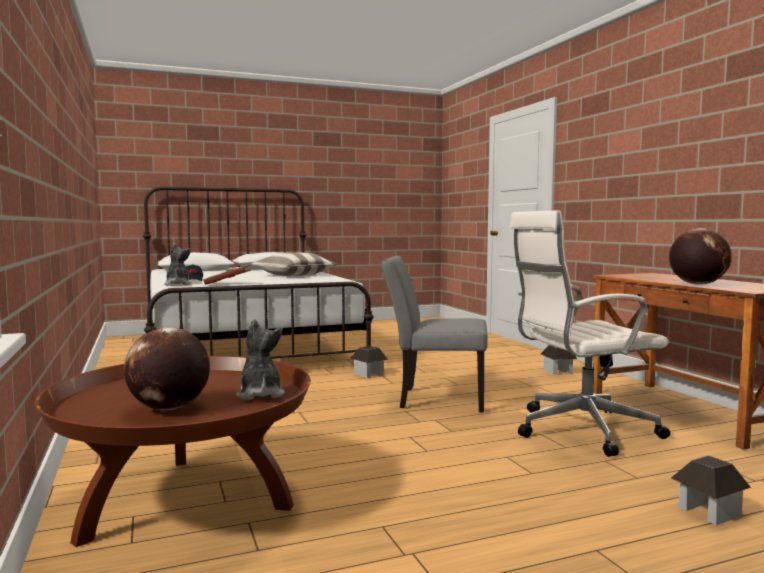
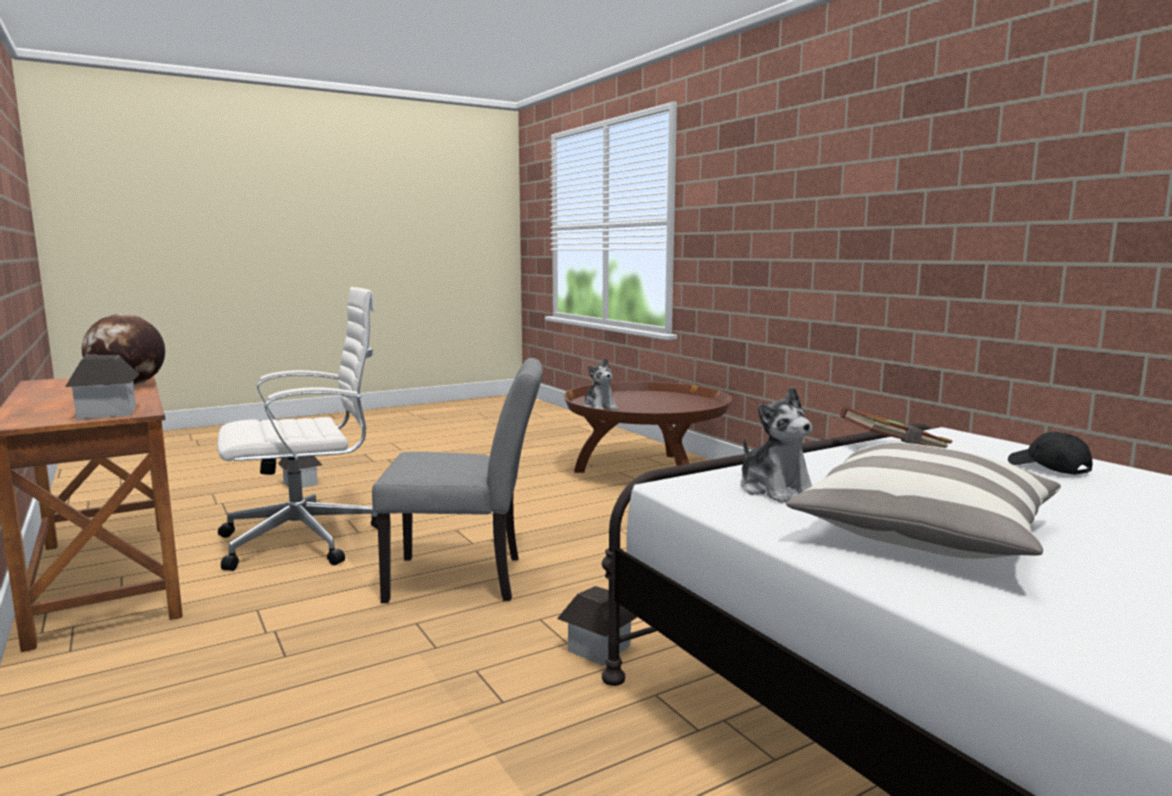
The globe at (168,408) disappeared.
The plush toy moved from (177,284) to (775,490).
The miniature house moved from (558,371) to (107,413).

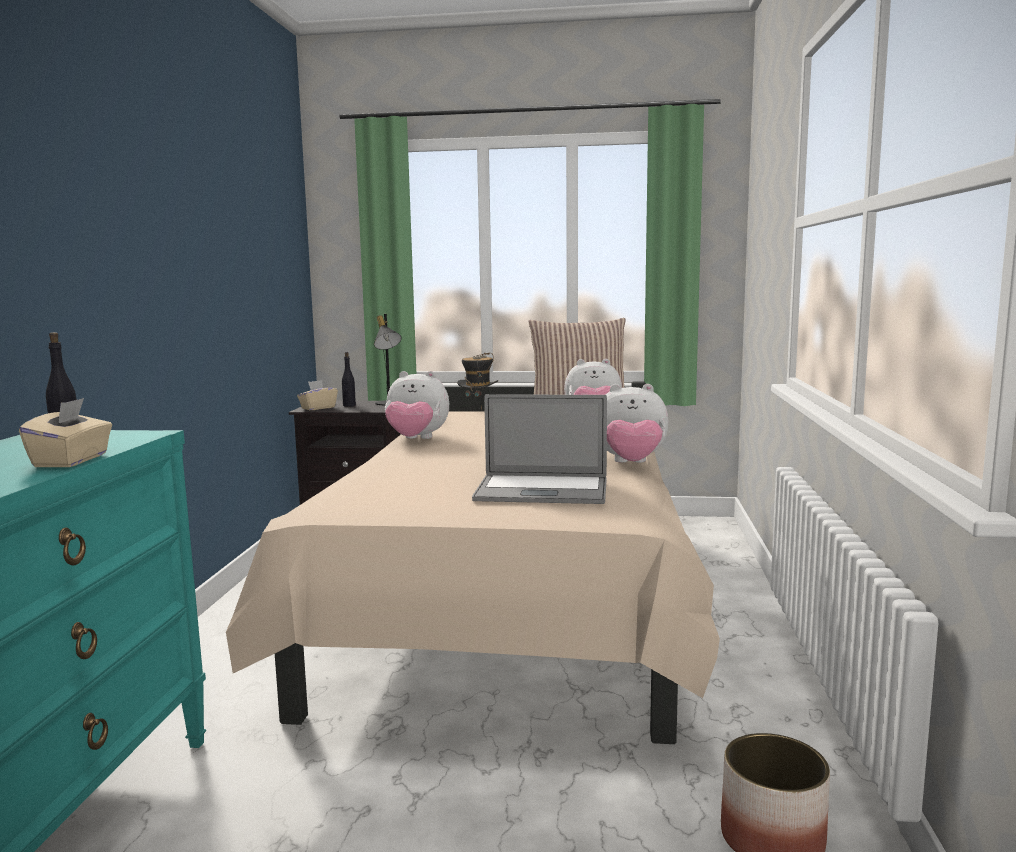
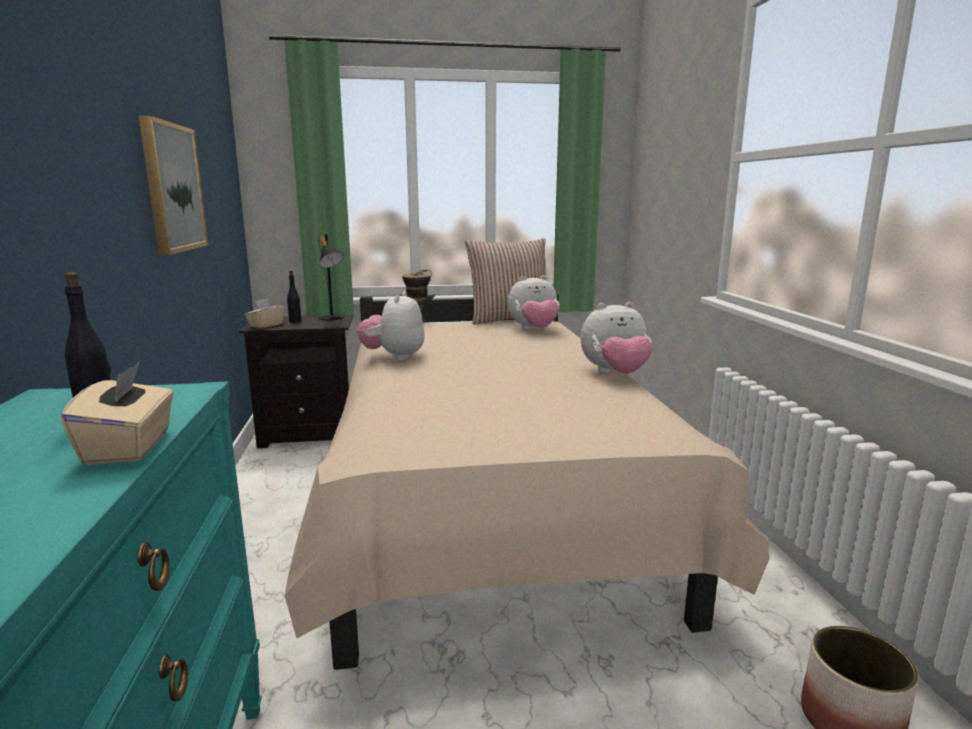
The plush toy at (416,439) turned 105 degrees clockwise.
The portable computer at (542,490) disappeared.
The wall art at (172,188) appeared.

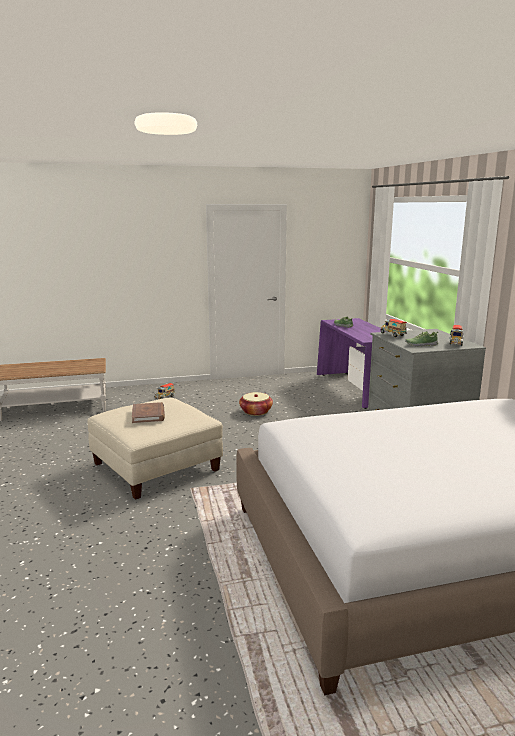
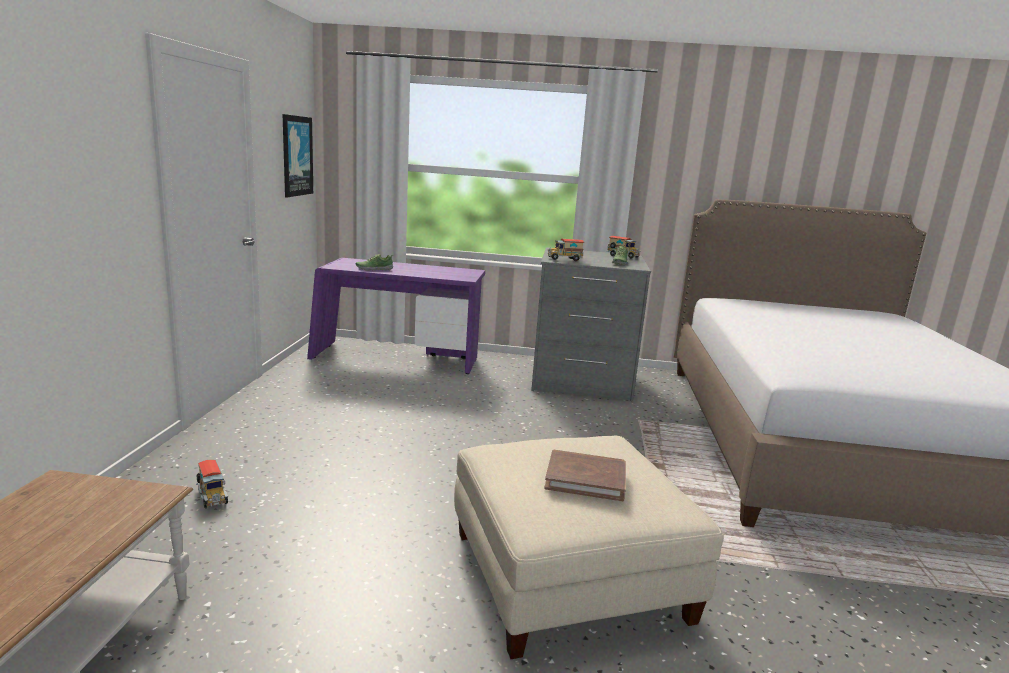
The household basket at (255,412) disappeared.
The wall art at (296,156) appeared.

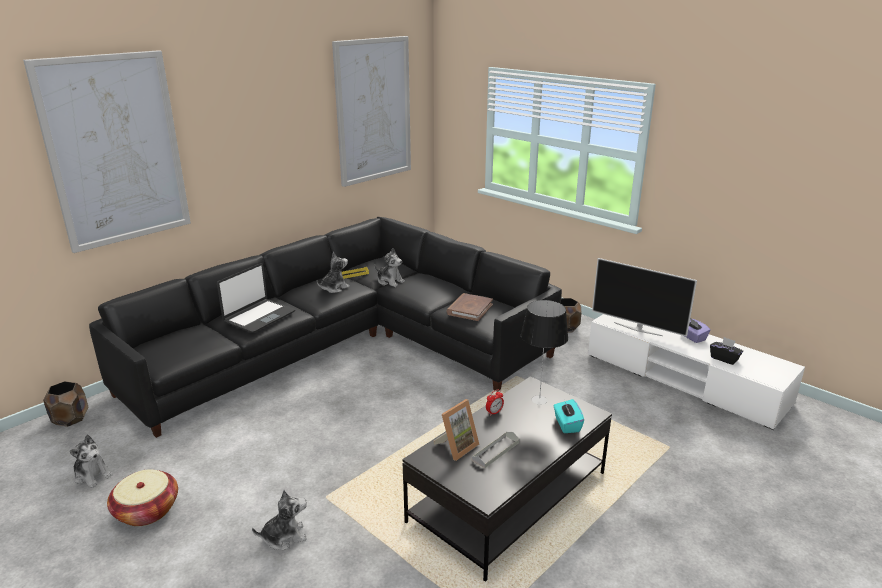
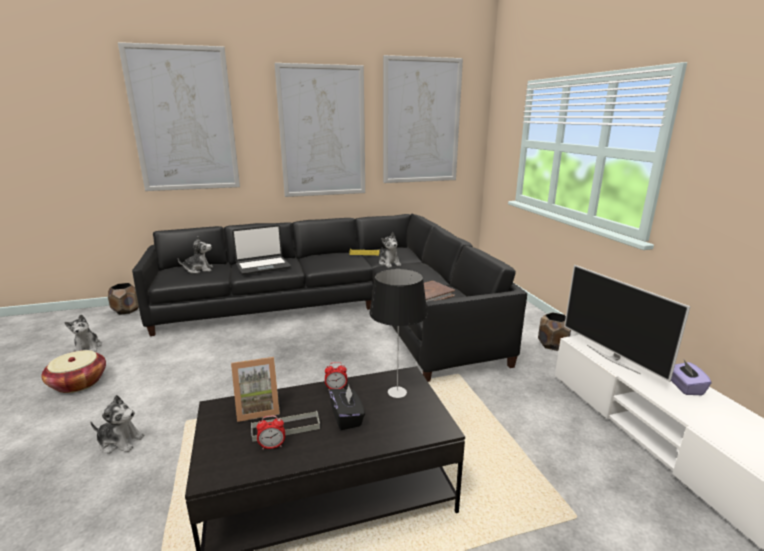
The plush toy moved from (334,288) to (199,270).
The blue-green box of tissues at (567,425) disappeared.
The black box of tissues moved from (724,358) to (347,418).
The bedside clock at (272,446) appeared.
The wall art at (322,132) appeared.

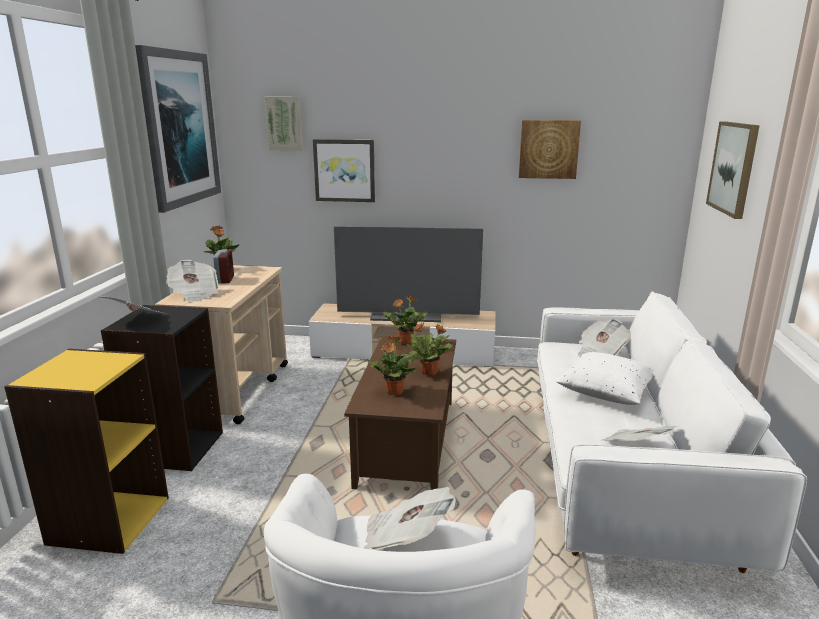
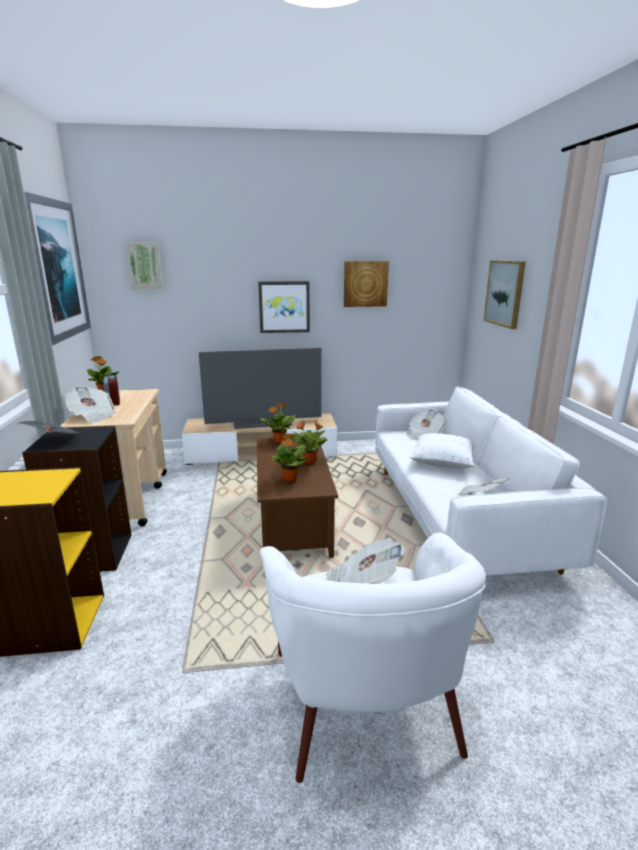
The wall art moved from (344,170) to (284,307).

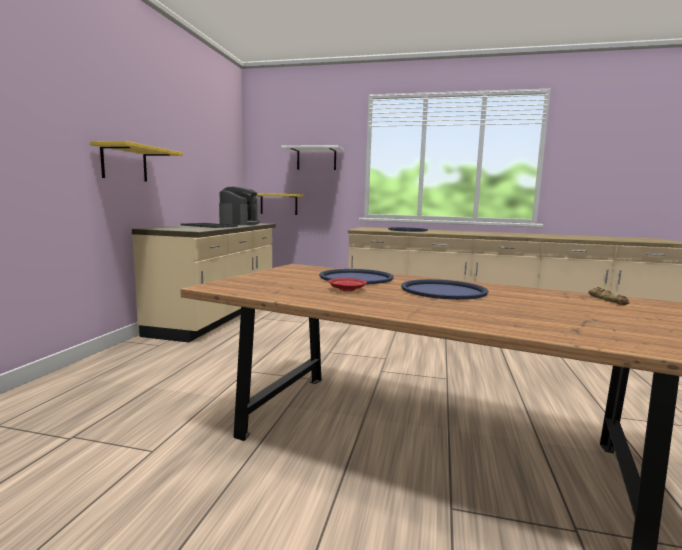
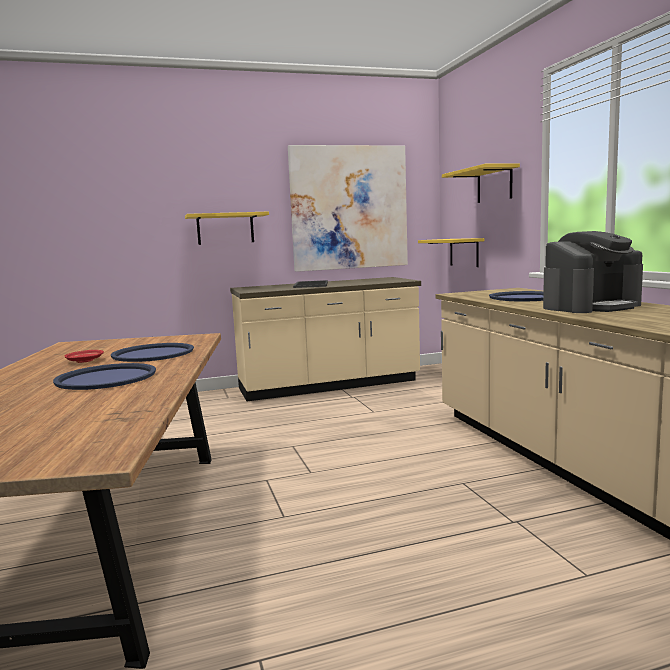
The coffee machine moved from (239,223) to (591,306).
The white-coloured bracket shelf at (316,159) became the yellow bracket shelf at (494,184).
The bakery bread at (607,300) disappeared.
The wall art at (348,208) appeared.

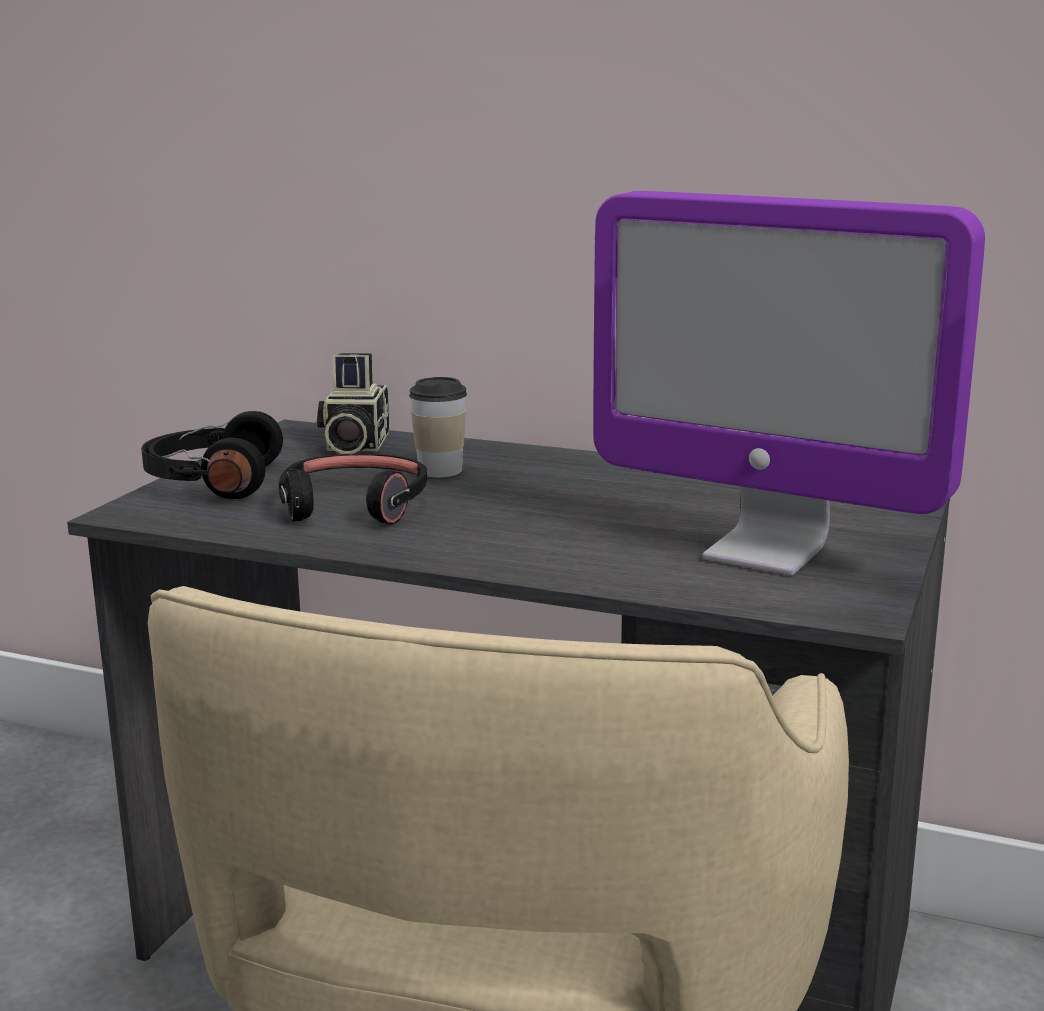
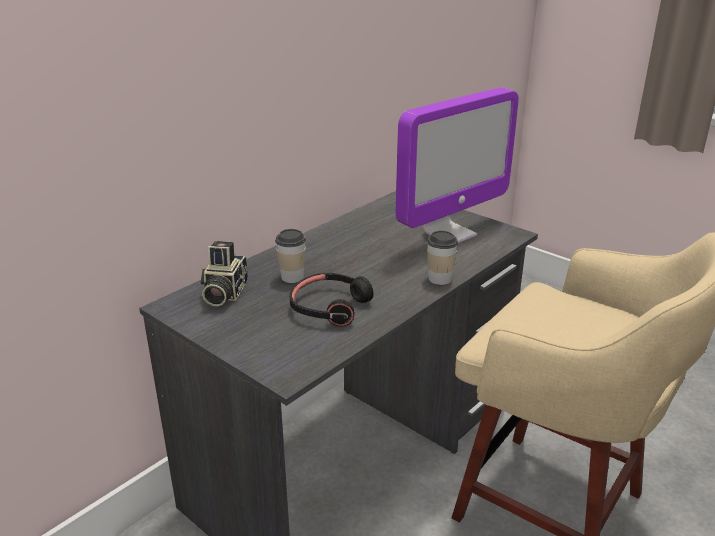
The black headphones at (211,481) disappeared.
The photo camera at (353,446) turned 75 degrees clockwise.
The small cup at (440,279) appeared.

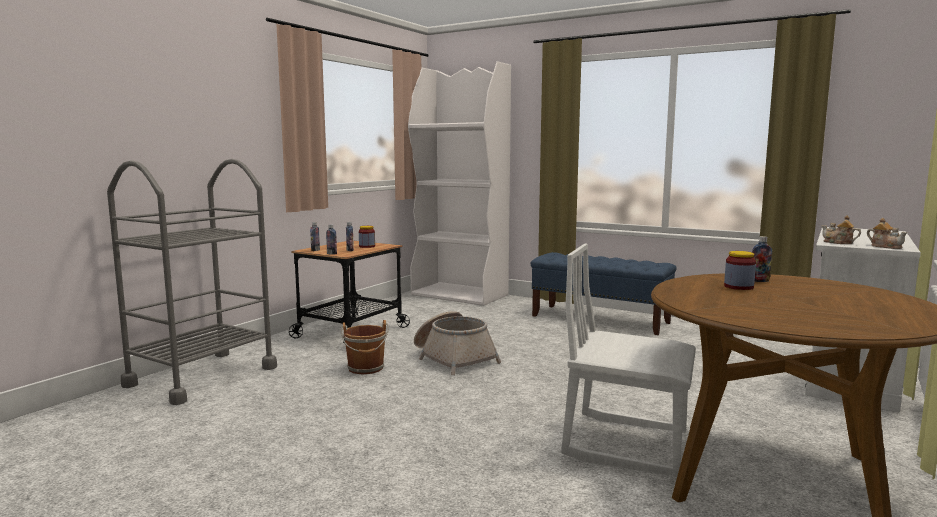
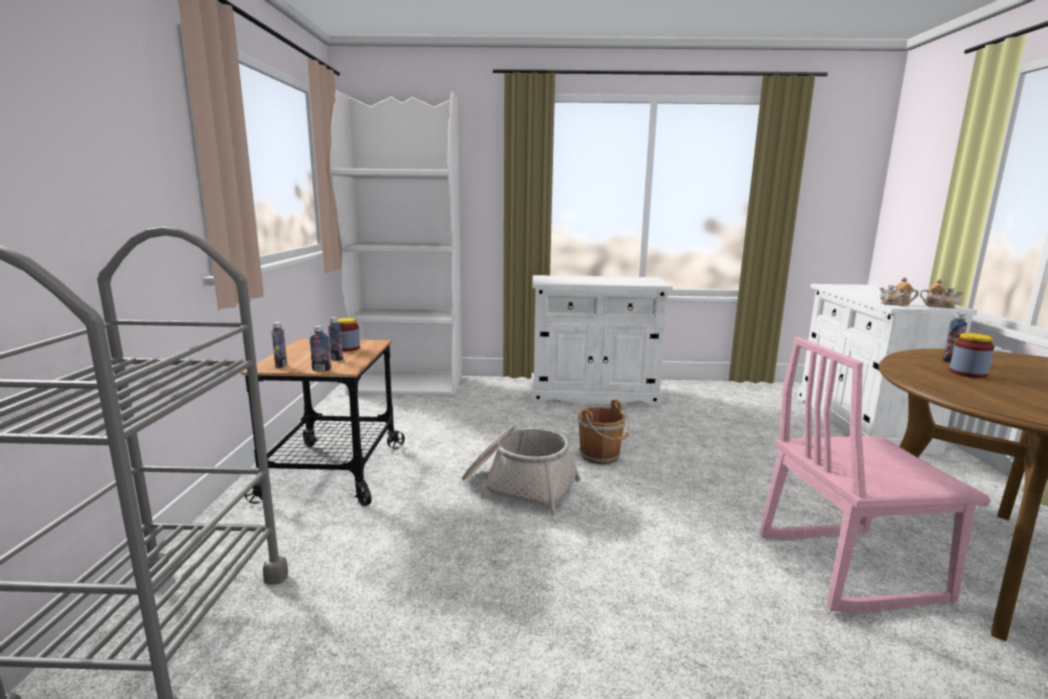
The brownish water bucket moved from (366,369) to (601,456).
The bluish long seat at (600,319) was replaced by the white-coloured storage cabinet at (593,394).
The white-coloured chair at (626,443) became the pink-coloured chair at (848,566).

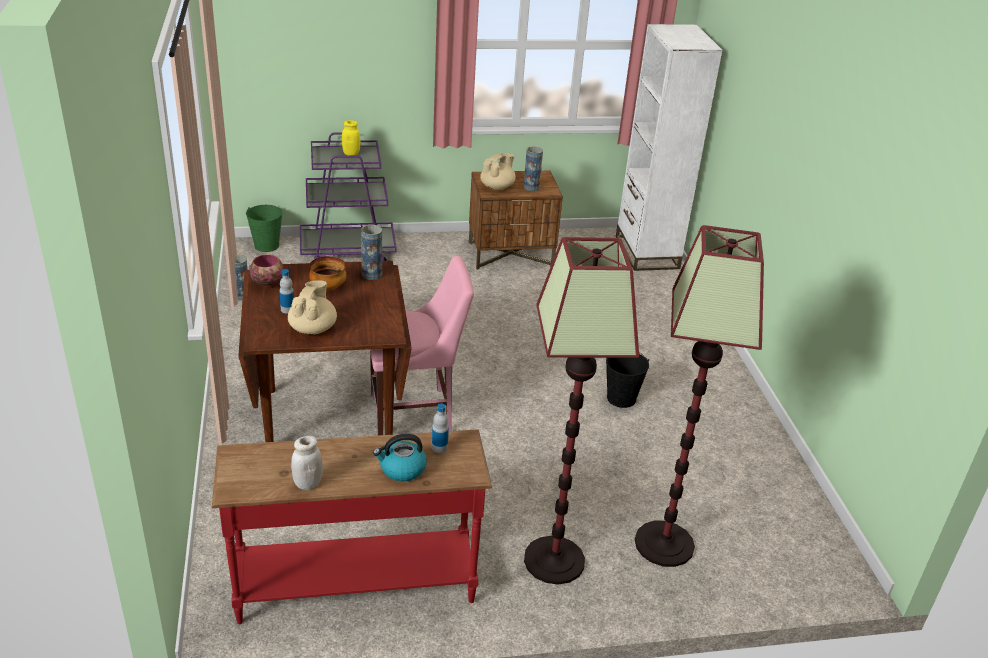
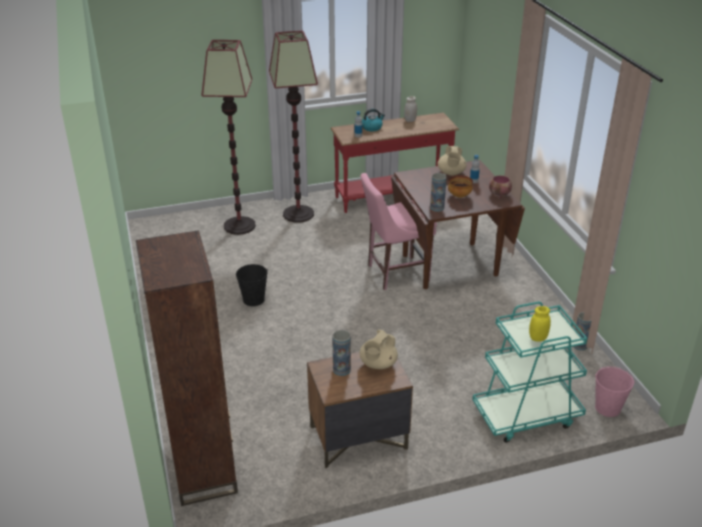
The greenish water bucket at (266,245) became the pink-coloured water bucket at (608,408).
The purple-coloured trolley at (348,250) became the blue-green trolley at (526,415).
The white-coloured shelving unit at (646,252) became the brownish shelving unit at (204,469).

